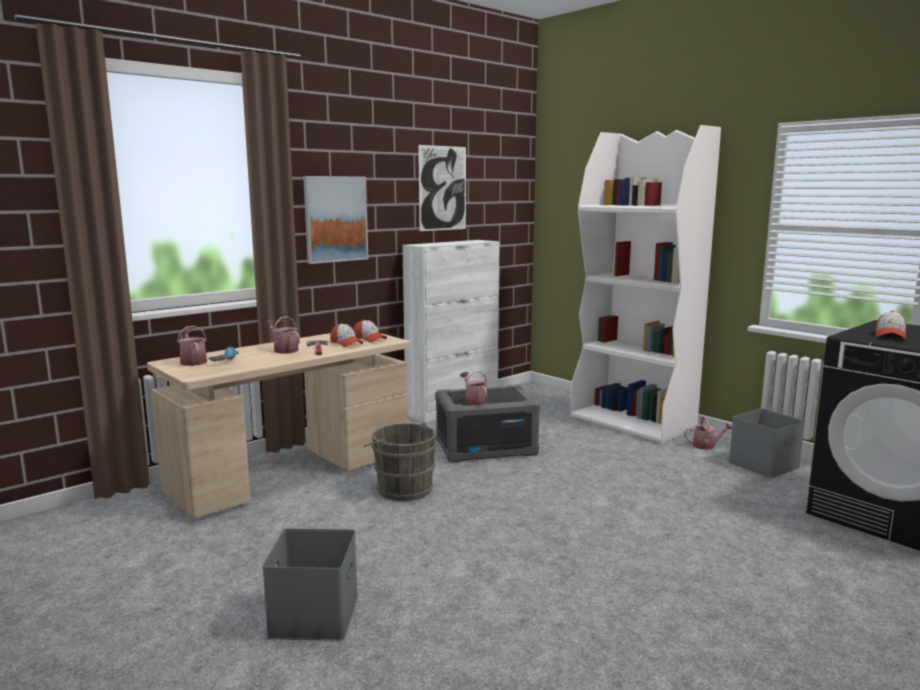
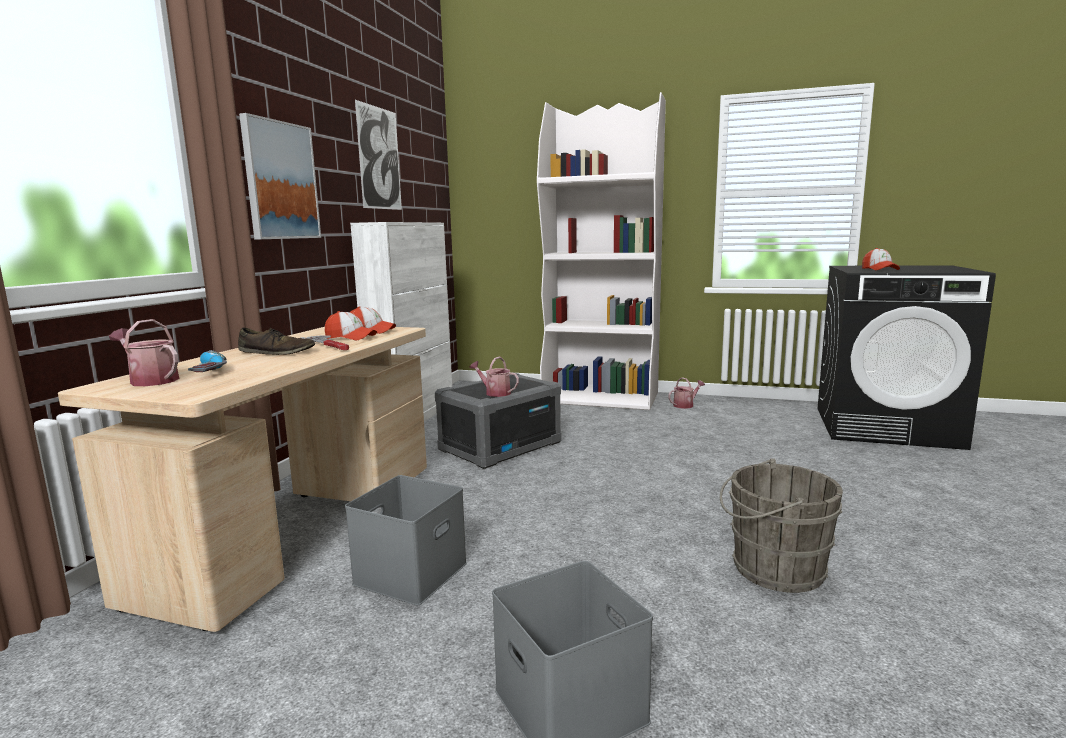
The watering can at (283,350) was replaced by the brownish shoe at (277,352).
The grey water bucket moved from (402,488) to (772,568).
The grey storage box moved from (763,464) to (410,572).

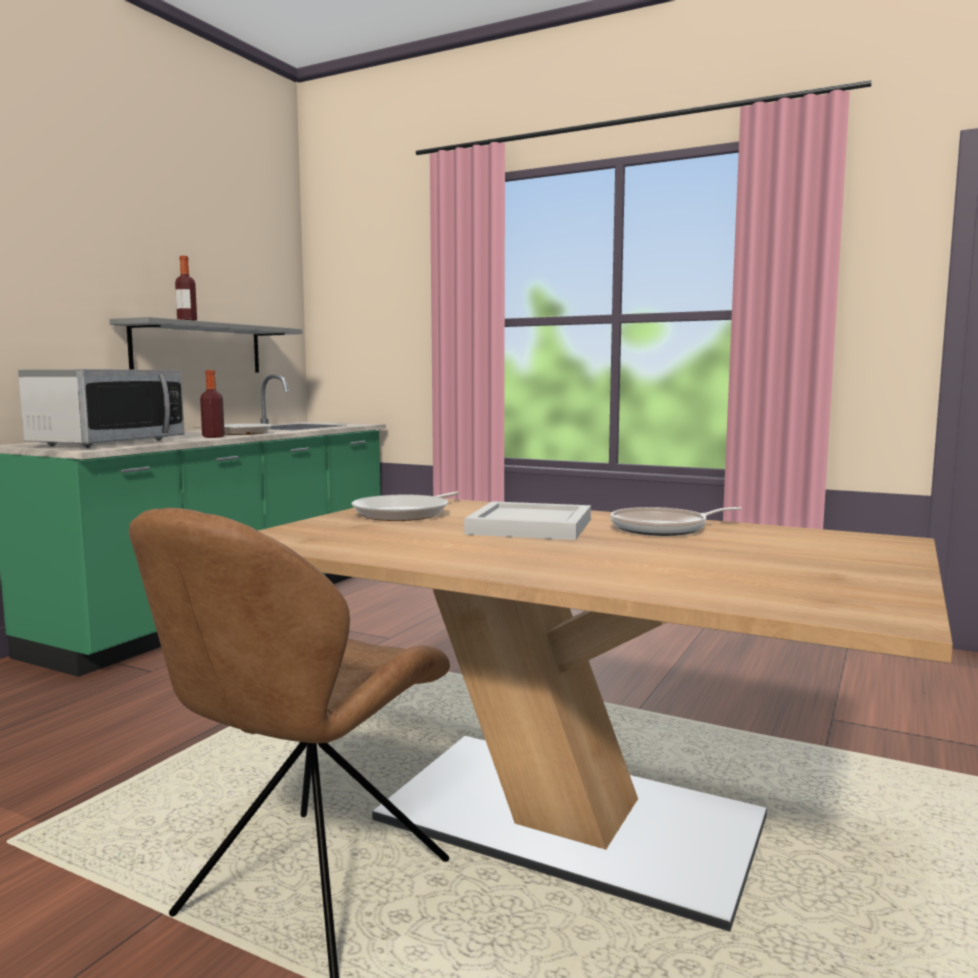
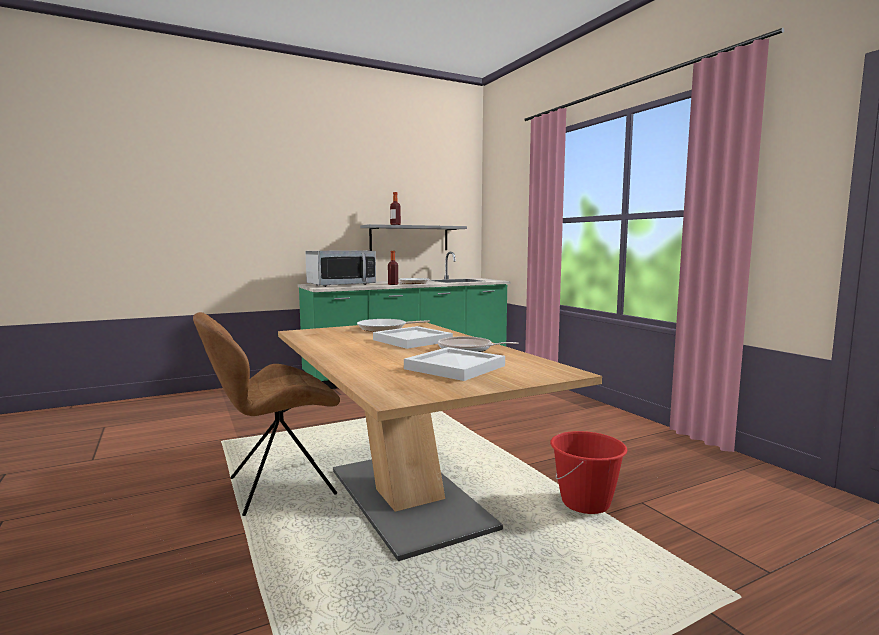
The white-coloured tray at (455,368) appeared.
The red-coloured water bucket at (586,503) appeared.

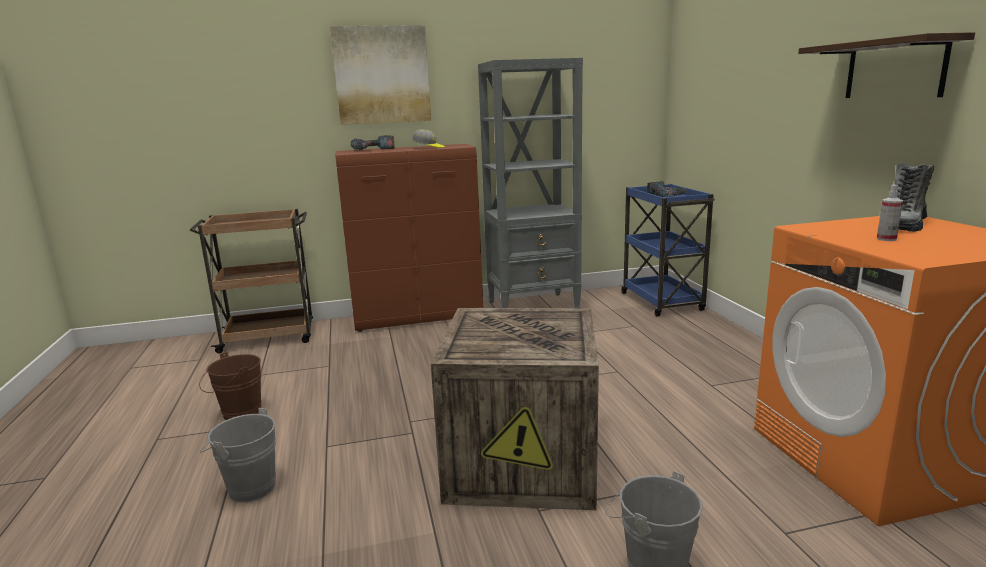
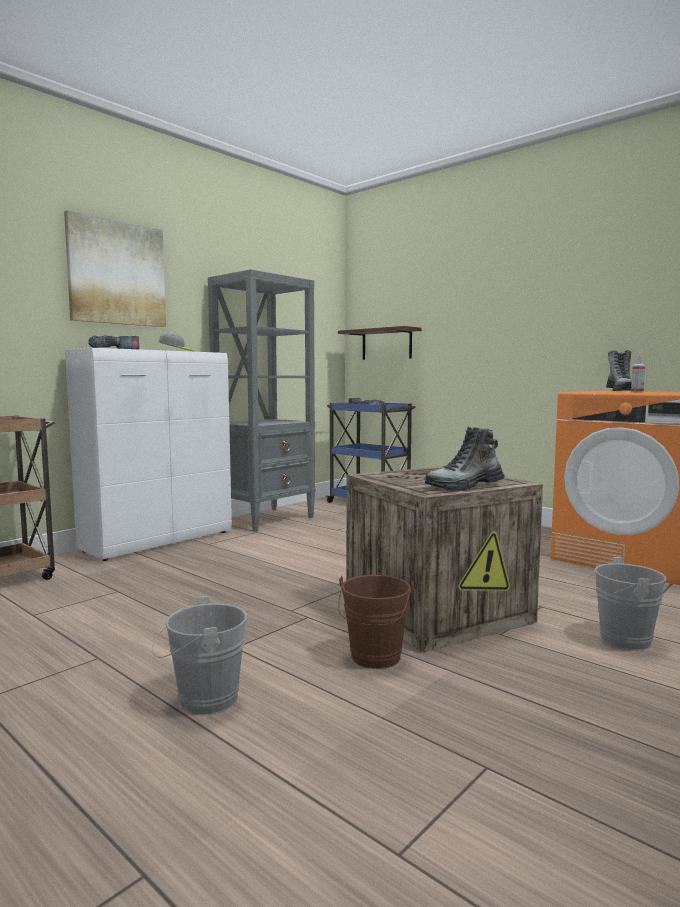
The brownish water bucket moved from (238,414) to (374,659).
The brownish storage cabinet at (419,318) became the white-coloured storage cabinet at (159,541).
The bracket shelf moved from (894,69) to (386,344).
The boot at (465,486) appeared.

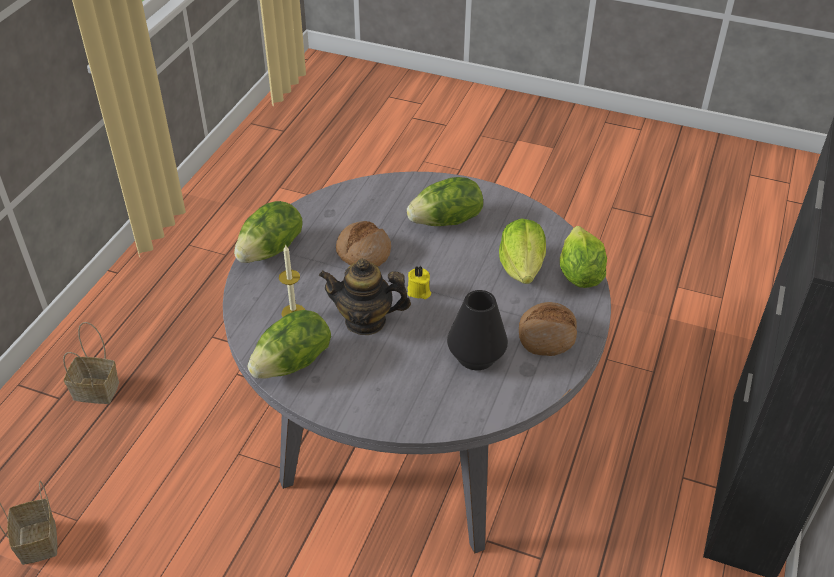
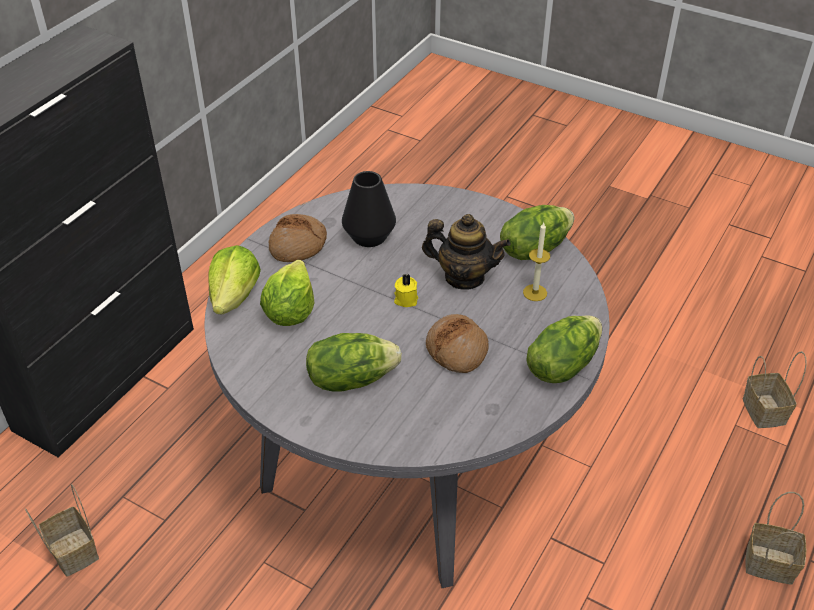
The household basket at (72,551) appeared.

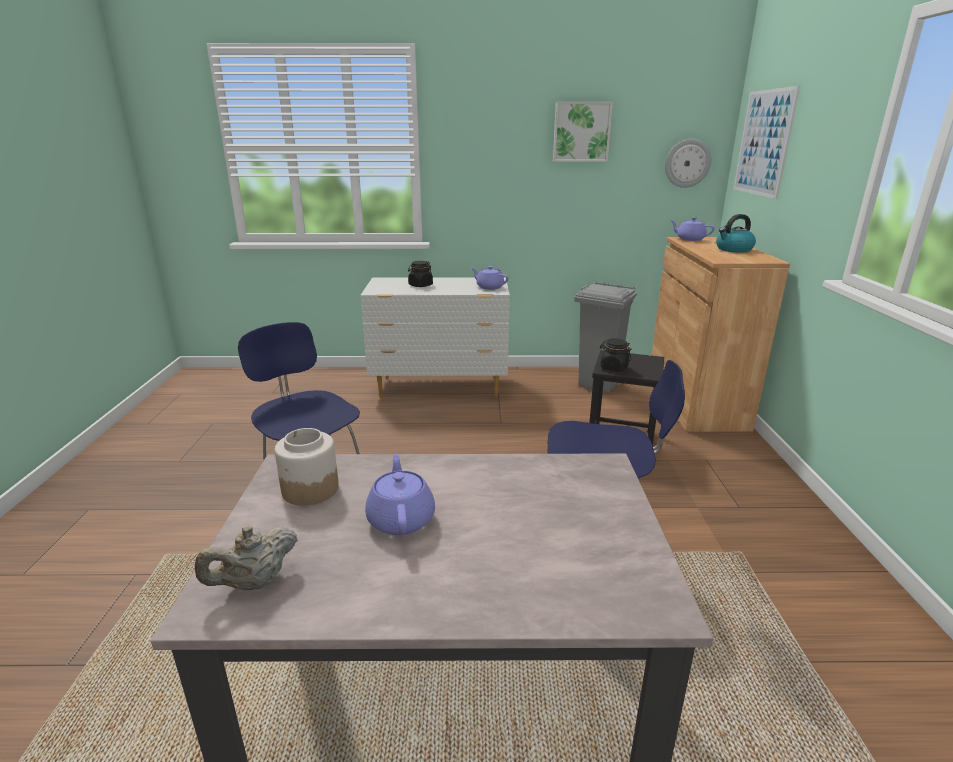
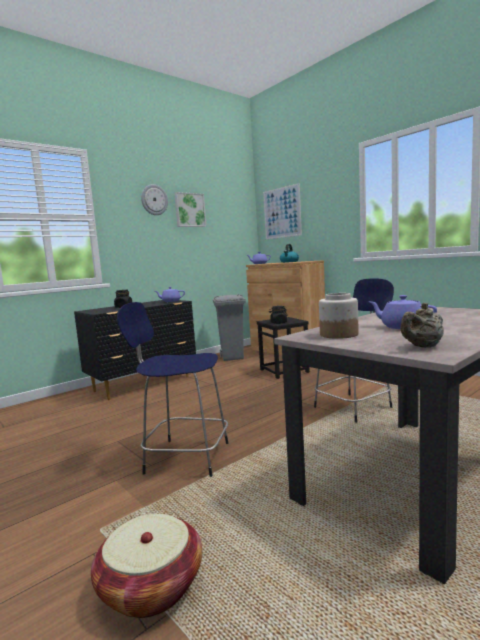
The beige-coloured pot for tea at (254,582) turned 45 degrees clockwise.
The white-coloured chest of drawers at (441,388) became the black chest of drawers at (144,384).
The wall clock moved from (687,163) to (154,200).
The household basket at (151,586) appeared.

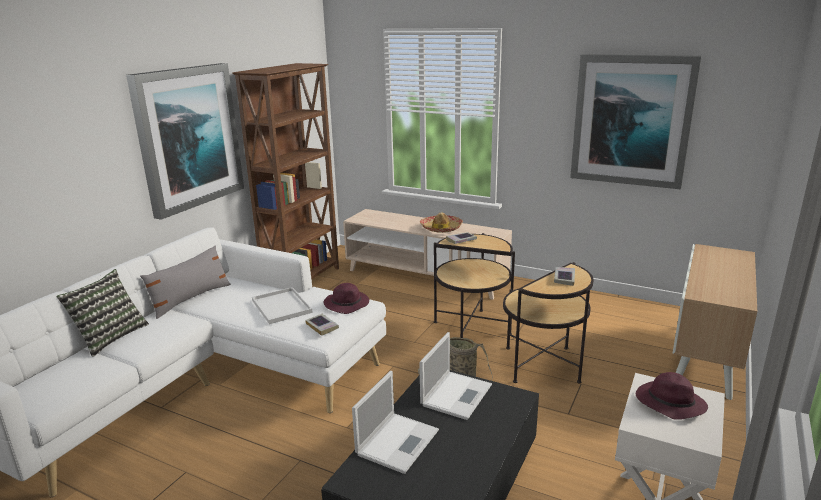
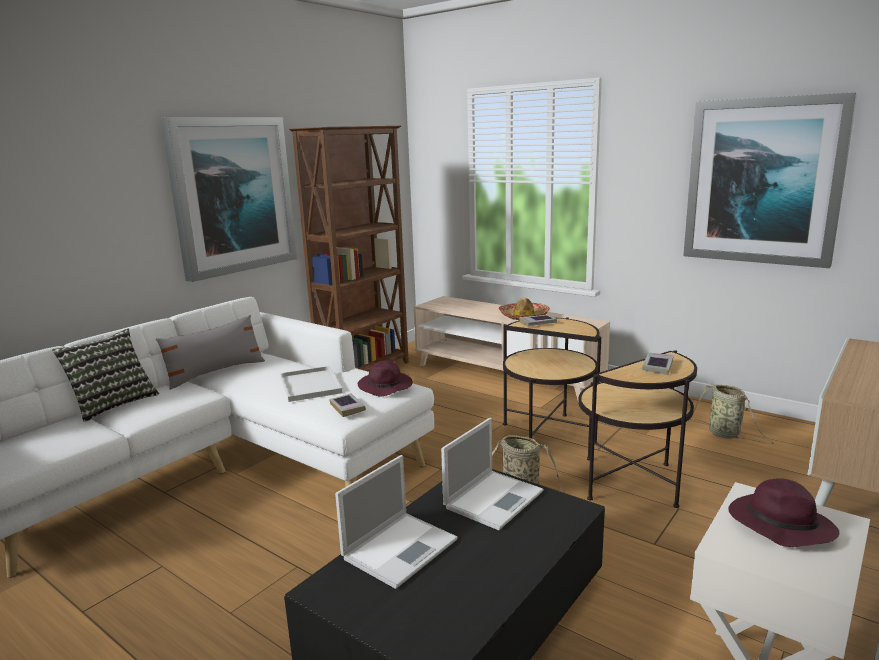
The household basket at (726,435) appeared.

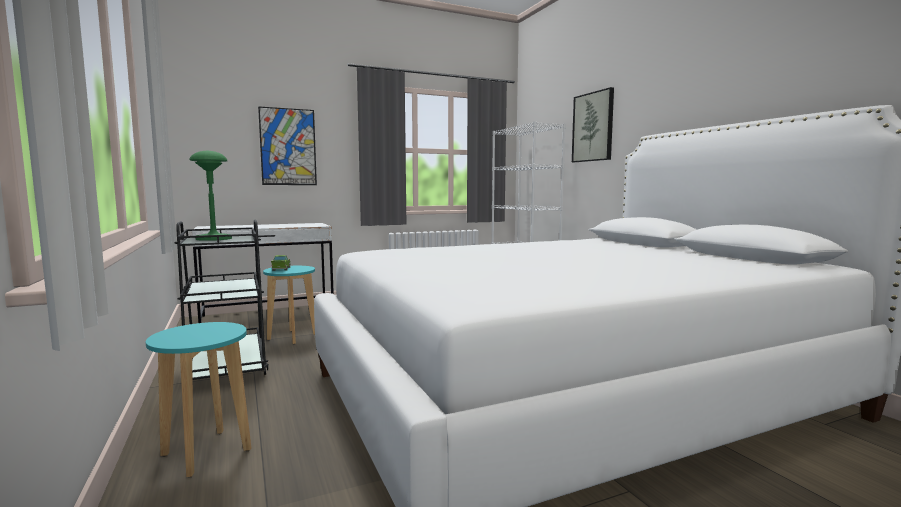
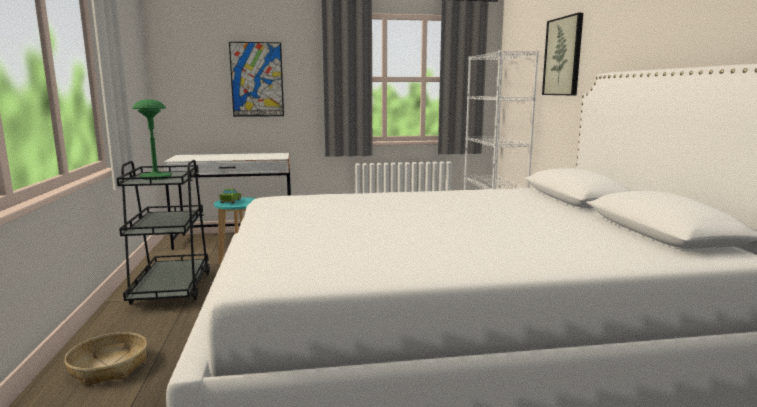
The blue-green sitting stool at (206,452) was replaced by the household basket at (109,367).

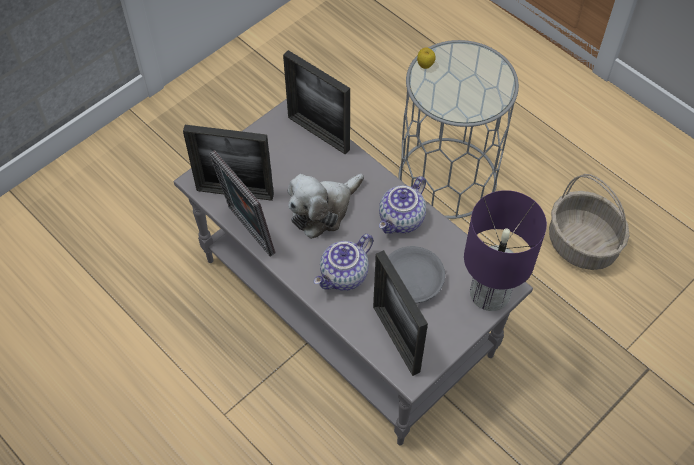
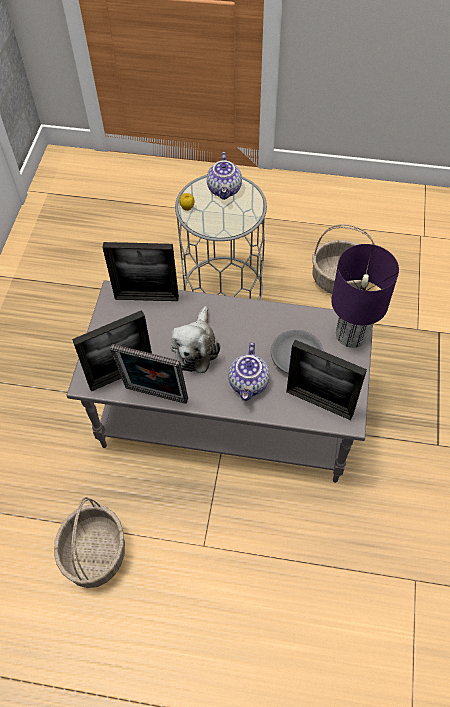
The pot for tea moved from (402,220) to (225,189).
The household basket at (95,554) appeared.

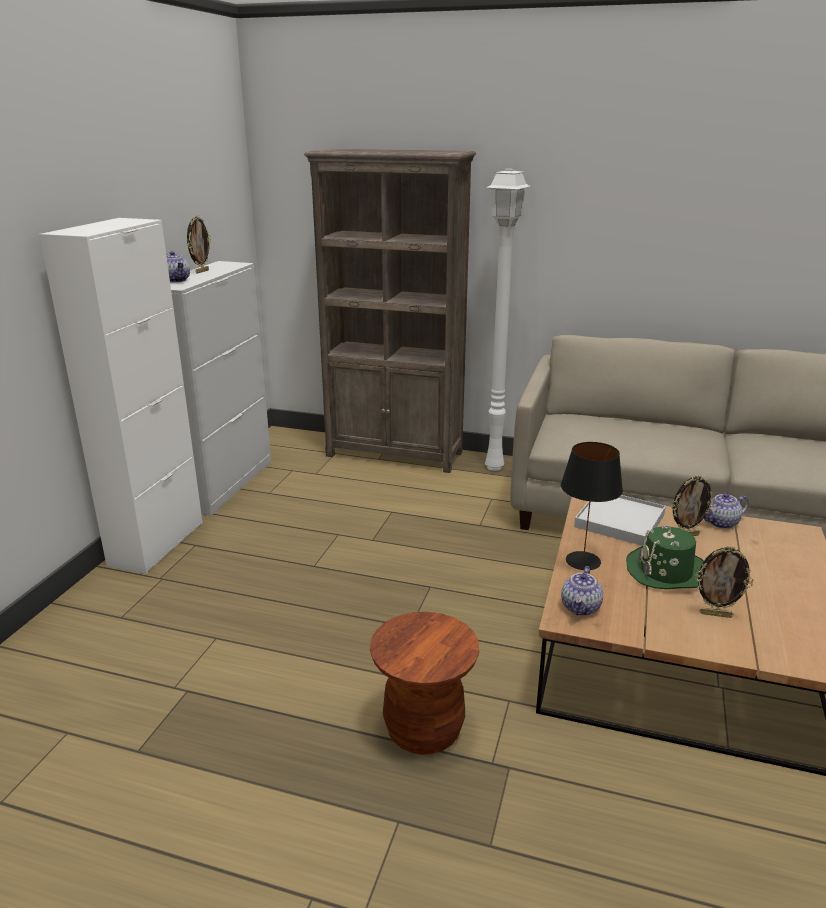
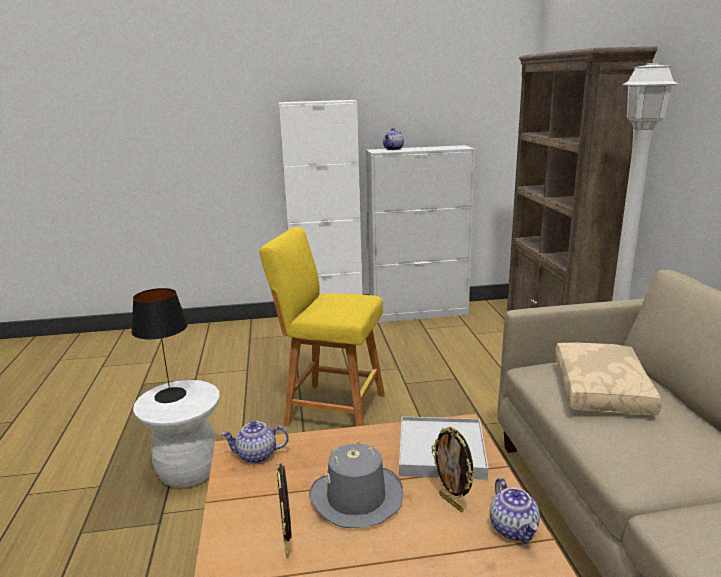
The picture frame at (201,271) disappeared.
The brownish sitting stool at (424,730) became the white-coloured sitting stool at (188,472).
The black tabletop lamp moved from (582,561) to (170,395).
The greenish clothing hat at (667,571) became the grey clothing hat at (356,498).
The pot for tea at (721,523) turned 150 degrees counterclockwise.
The yellow sitting stool at (330,408) appeared.
The beige-coloured cushion at (603,390) appeared.

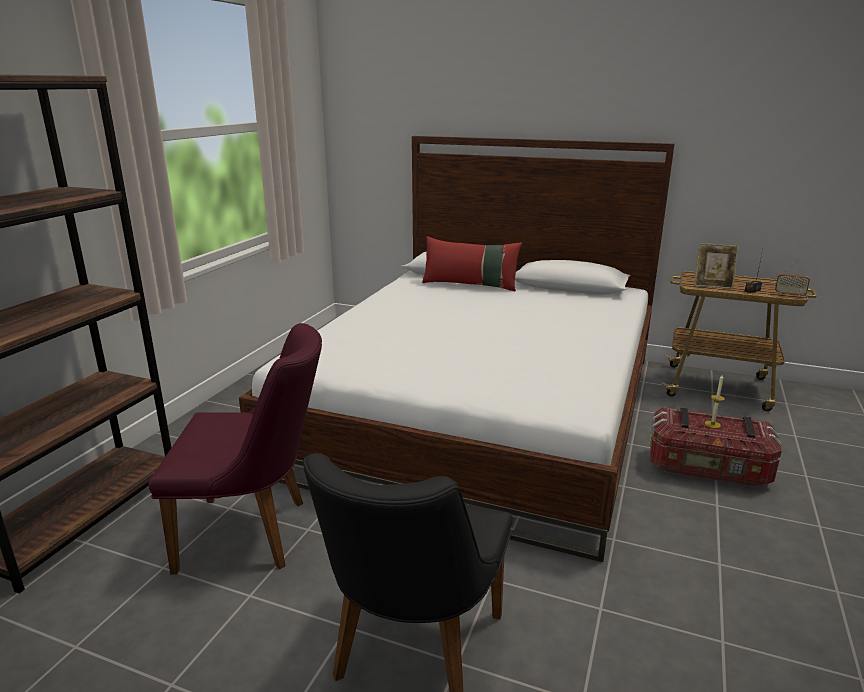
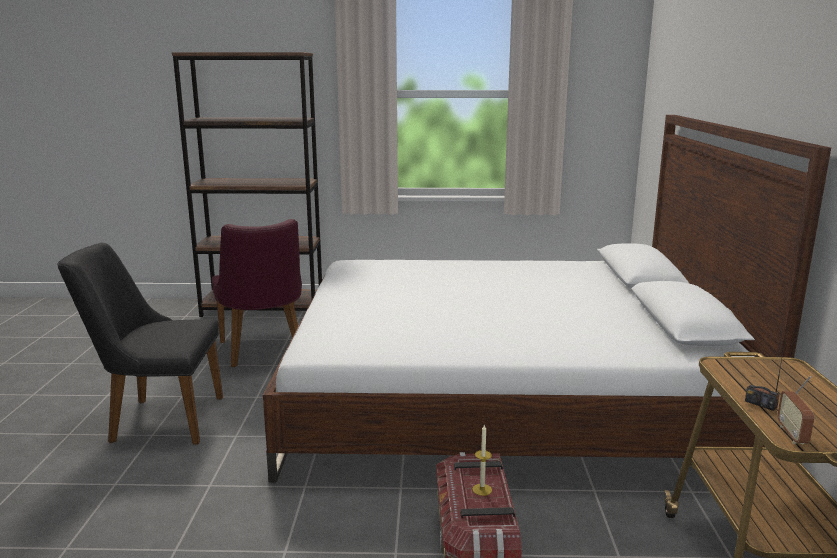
The red-coloured cushion at (470,285) disappeared.
The picture frame at (712,285) disappeared.

